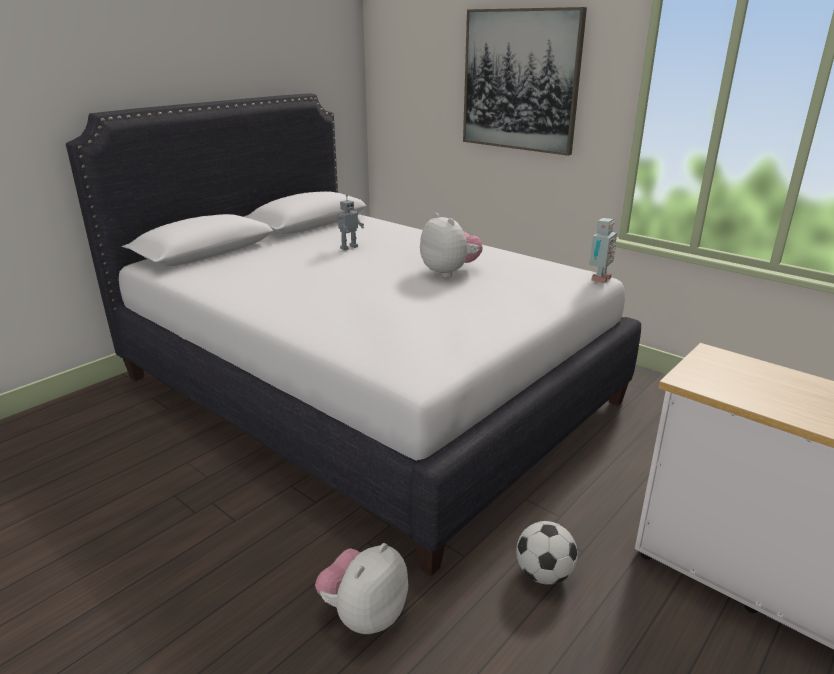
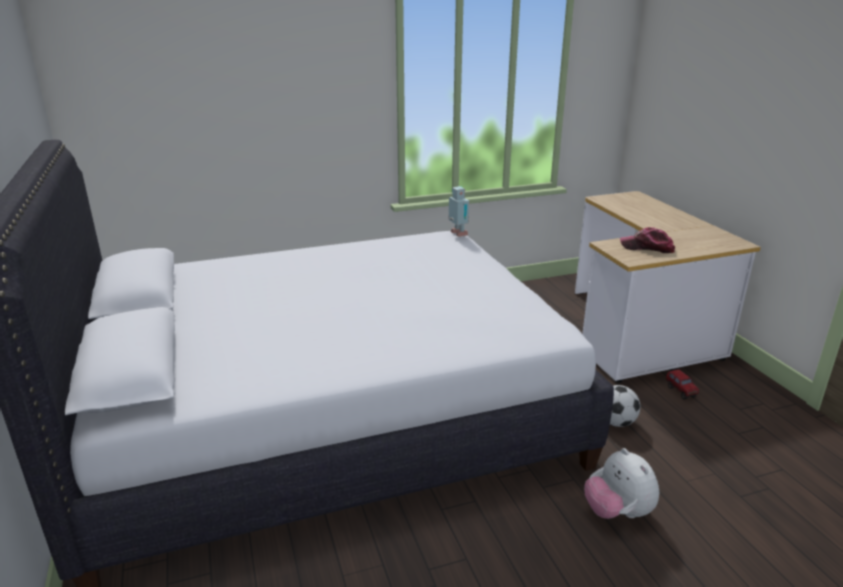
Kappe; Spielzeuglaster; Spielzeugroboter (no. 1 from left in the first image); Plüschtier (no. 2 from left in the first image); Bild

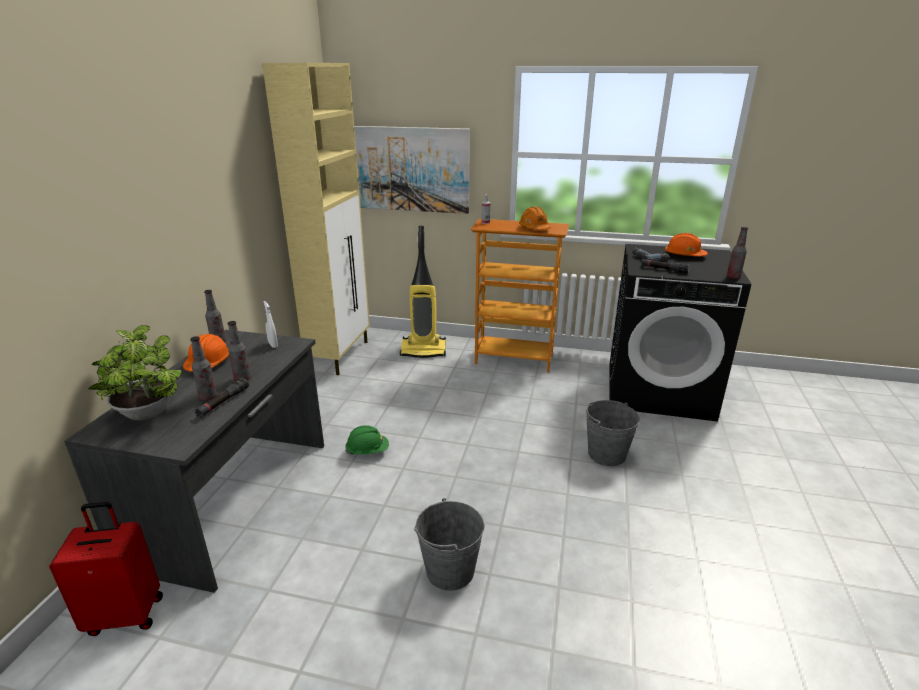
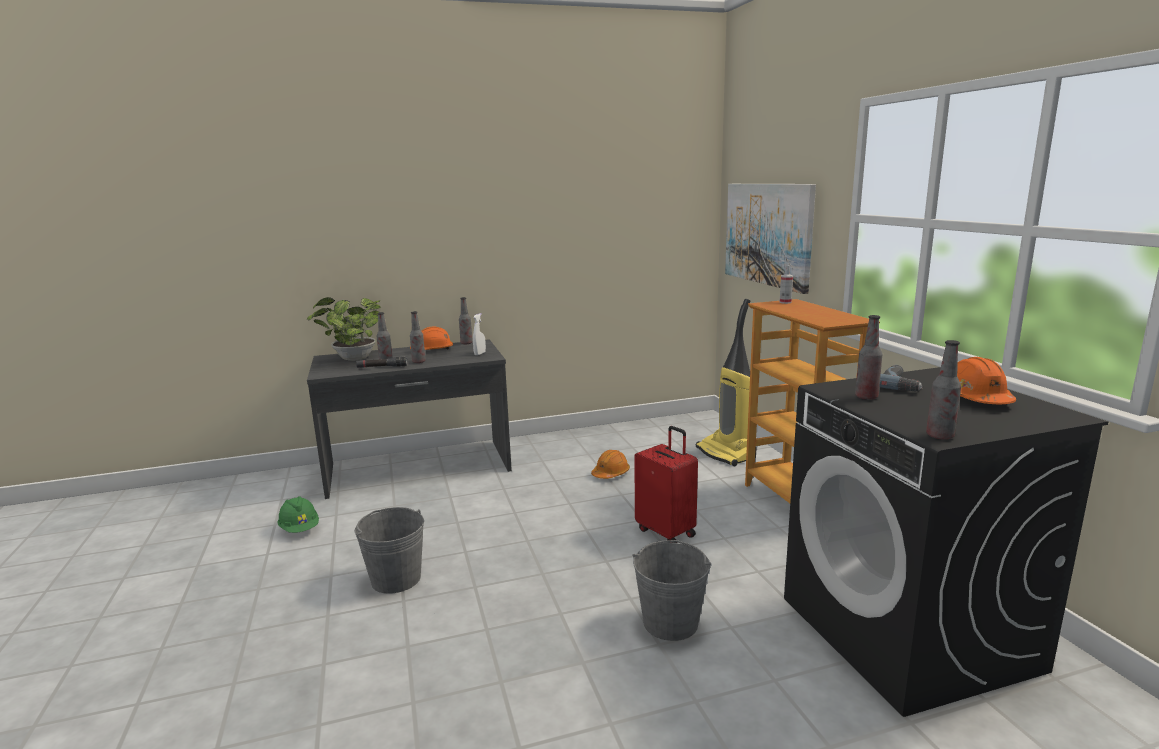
Schutzhelm [grün]; Schutzhelm [orange] (no. 2 from left); Koffer [rot]; Flasche (no. 4 from left); Schrank [beige]

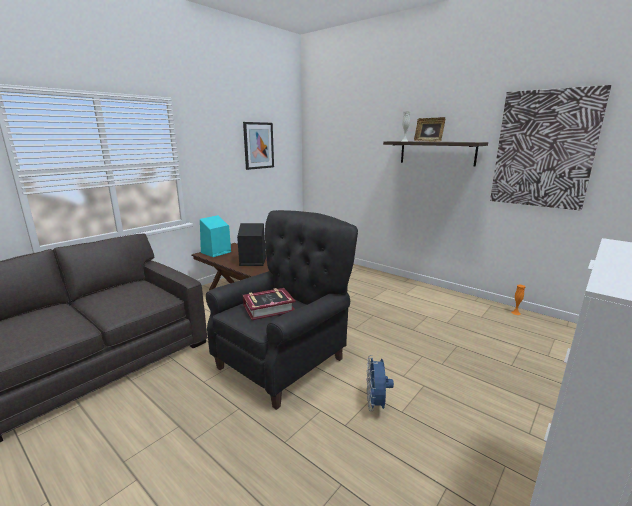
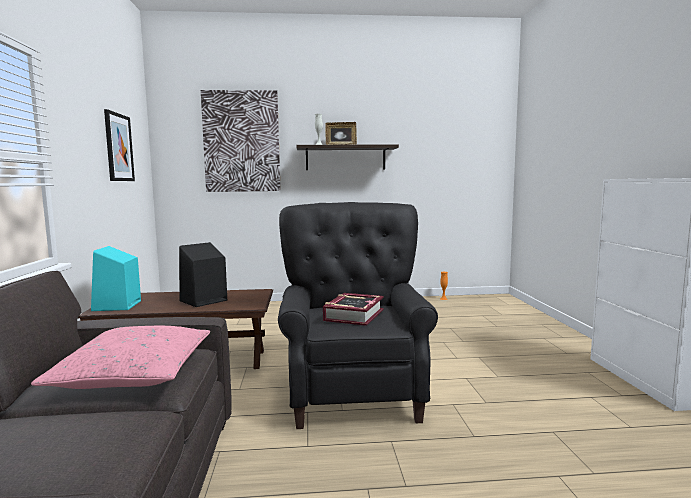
Kissen [rosa]; Bild (no. 2 from left); Ventilator [blau]

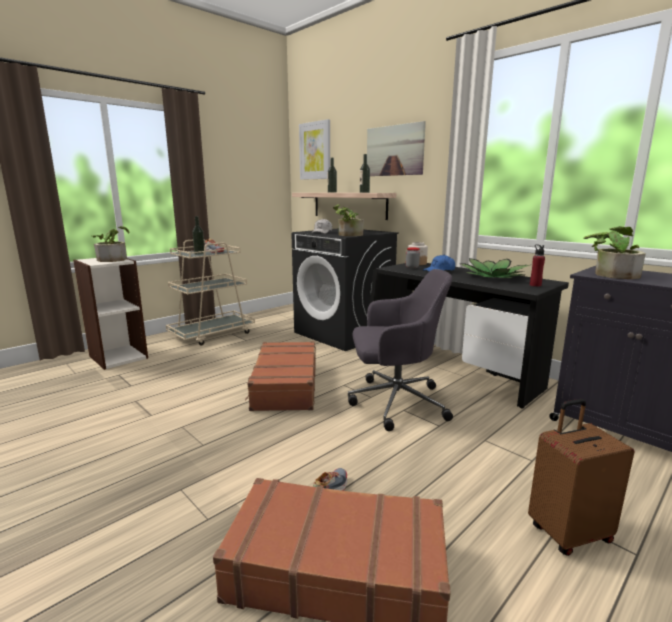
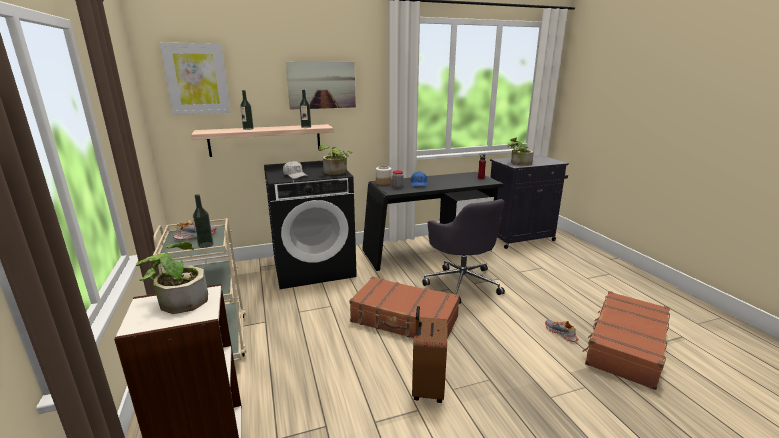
Koffer [braun] (no. 2 from left); Bürostuhl [grau]; Topfpflanze (no. 3 from left in the first image)

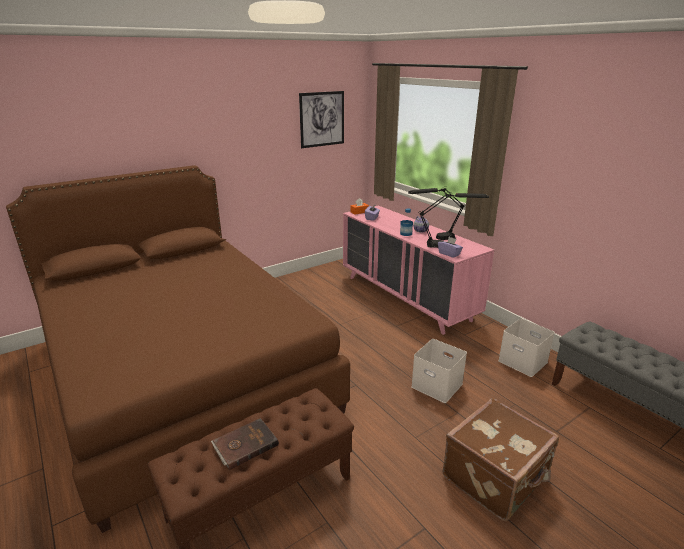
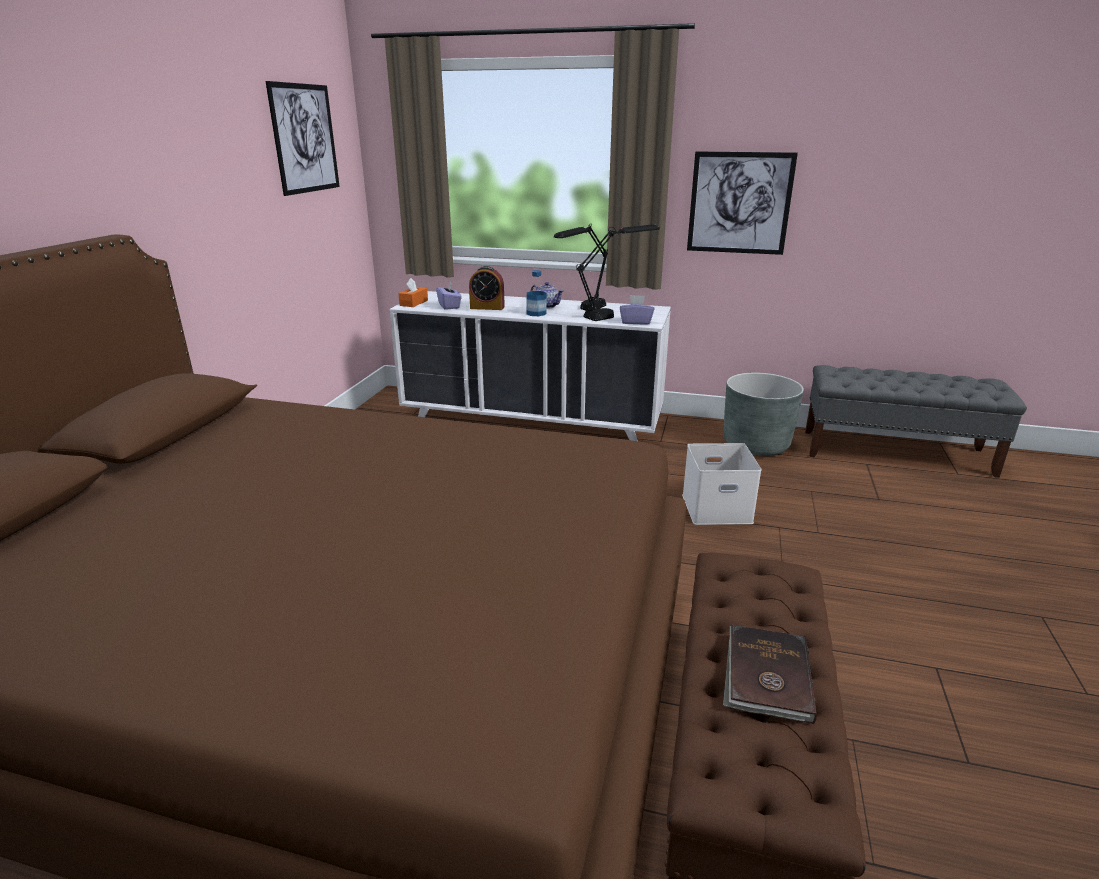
Kommode [weiß]; Wecker; Bild (no. 2 from left); Pflanzkübel [grau]; Koffer [braun]

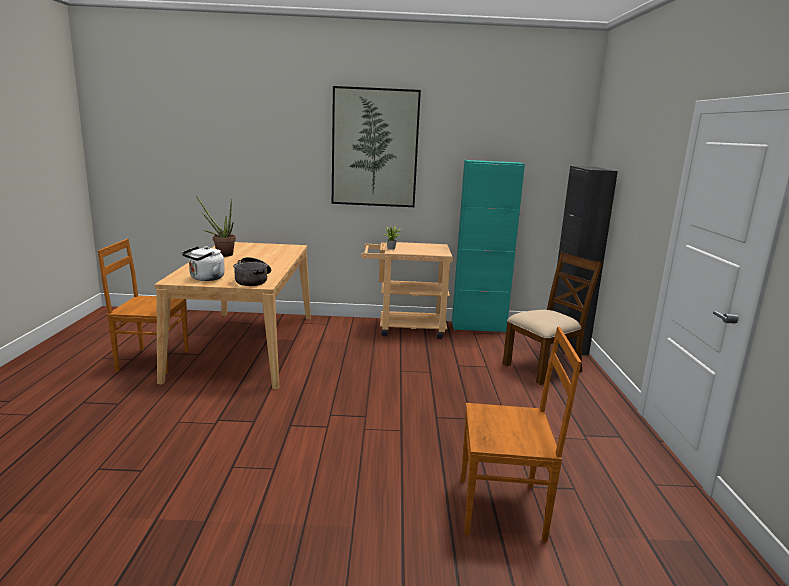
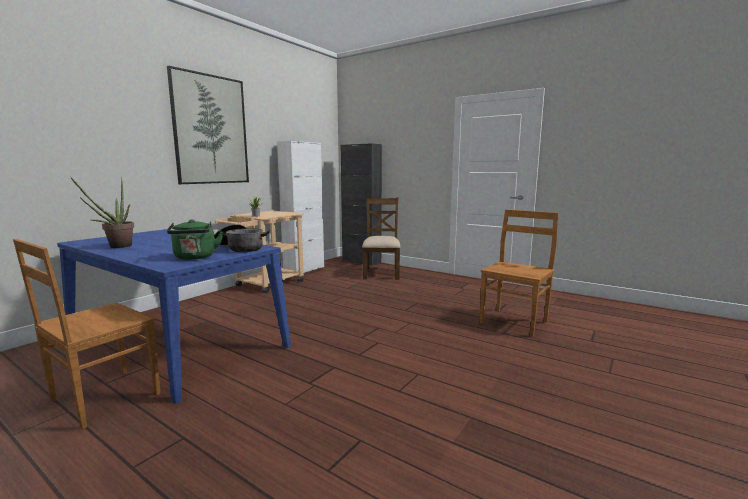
Esstisch [blau]; Wasserkessel [grün]; Schrank [weiß]

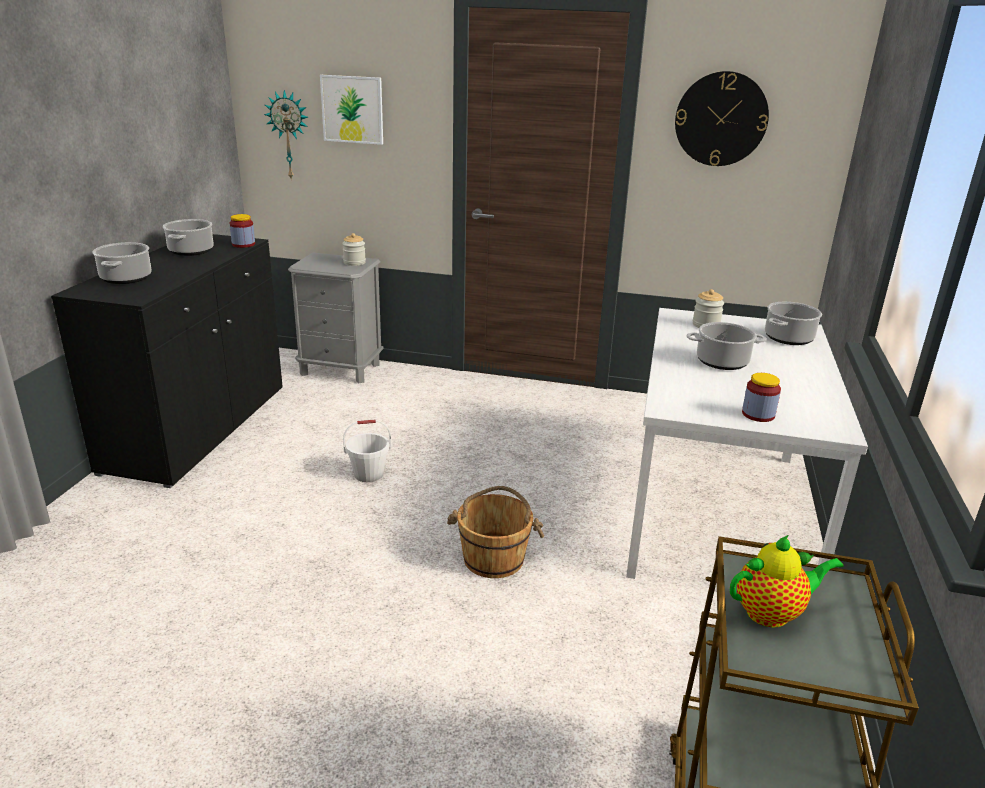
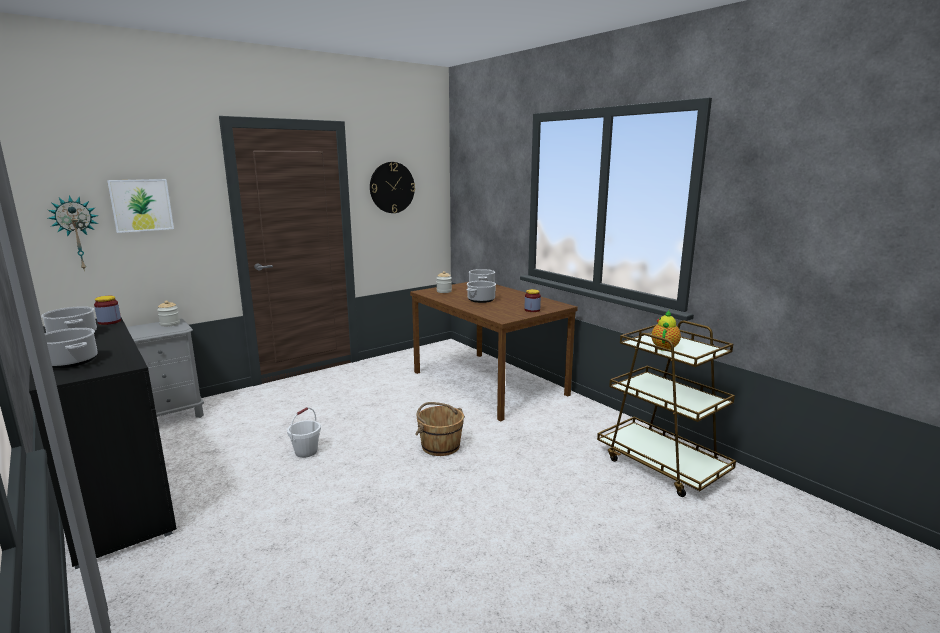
Esstisch [braun]

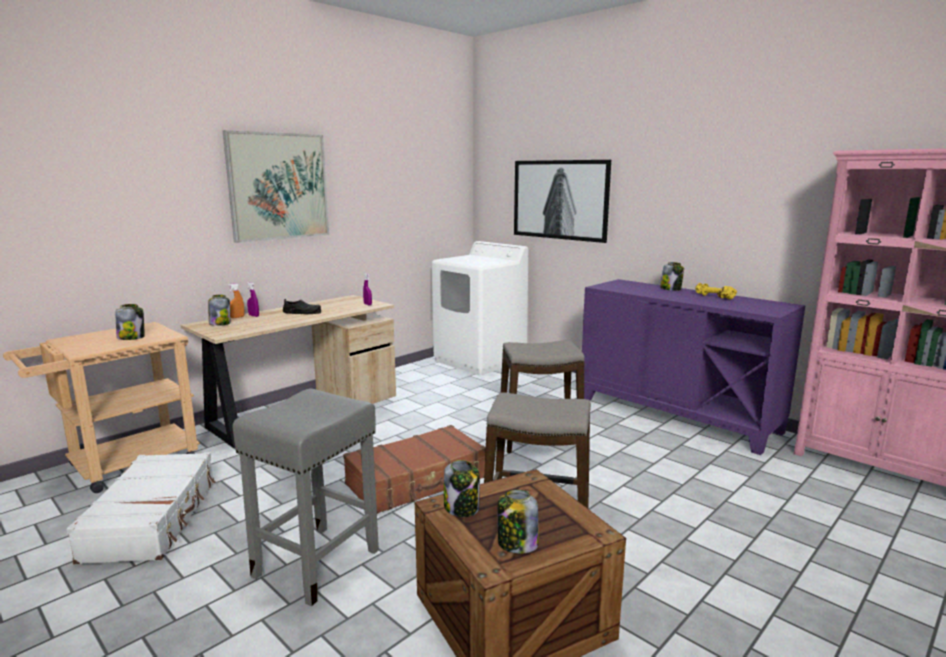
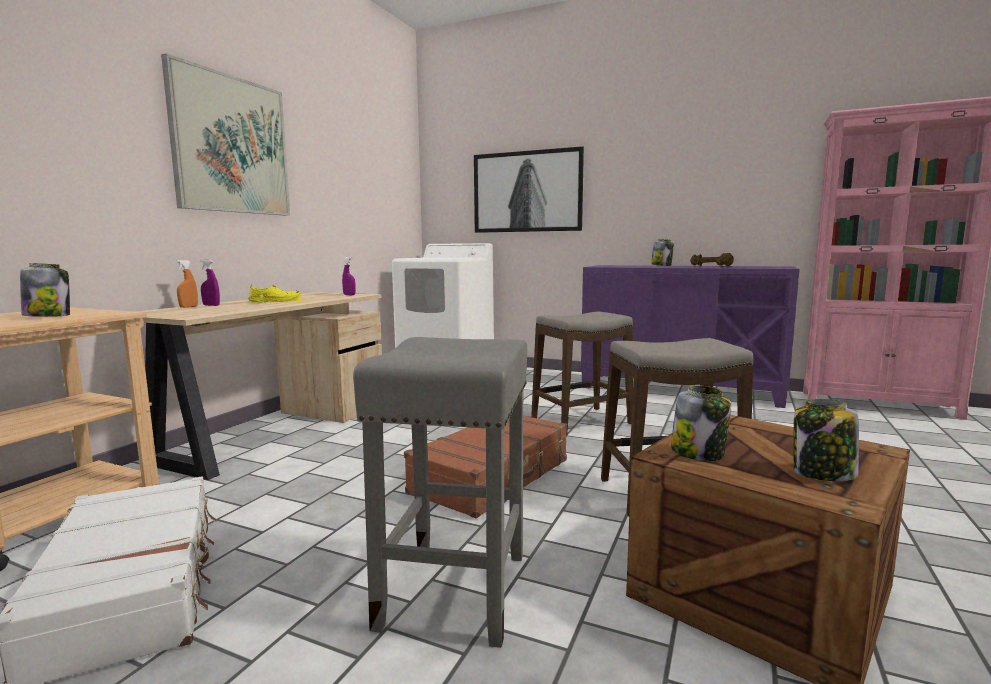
Schuh [gelb]; Hantel [braun]; Vorratsglas (no. 2 from left in the first image)

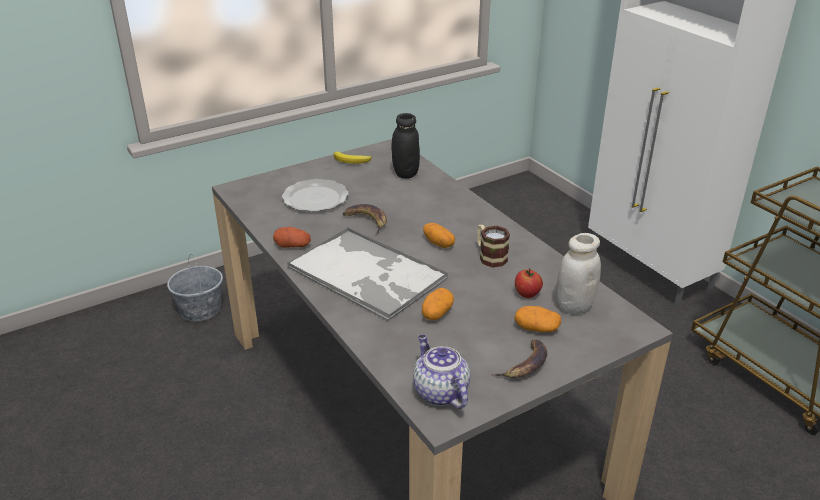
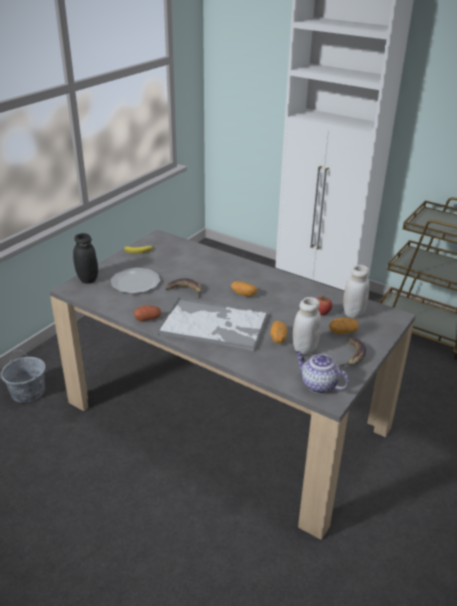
Vorratsglas [schwarz]; Vorratsglas [weiß] (no. 1 from left); Henkelbecher

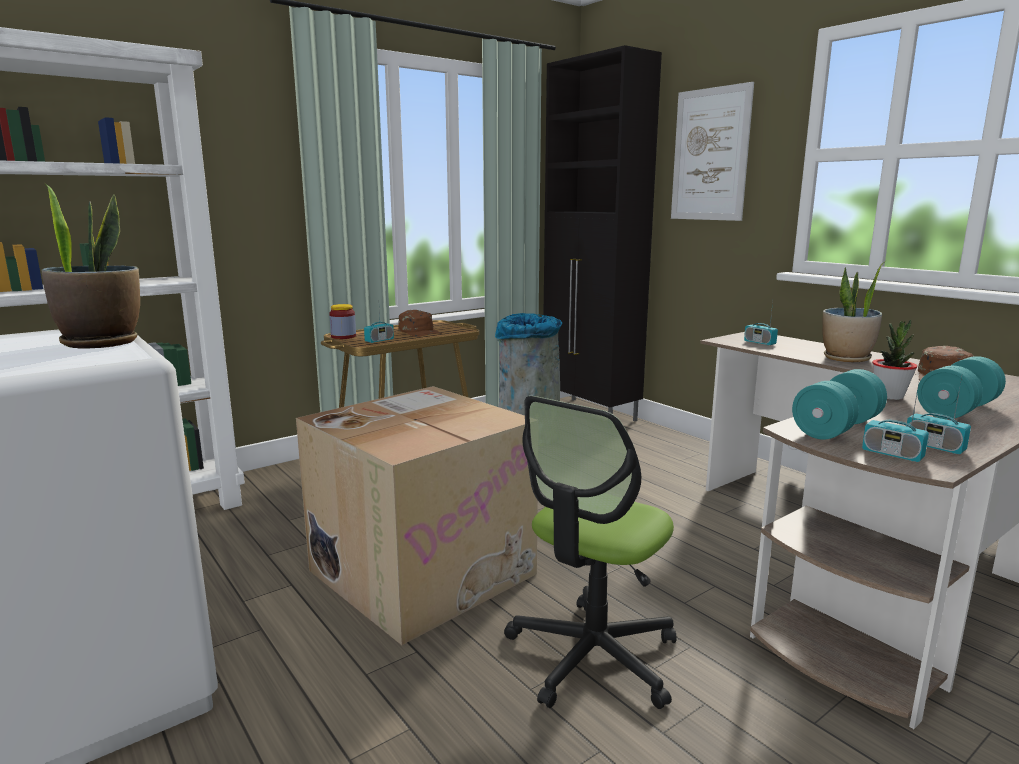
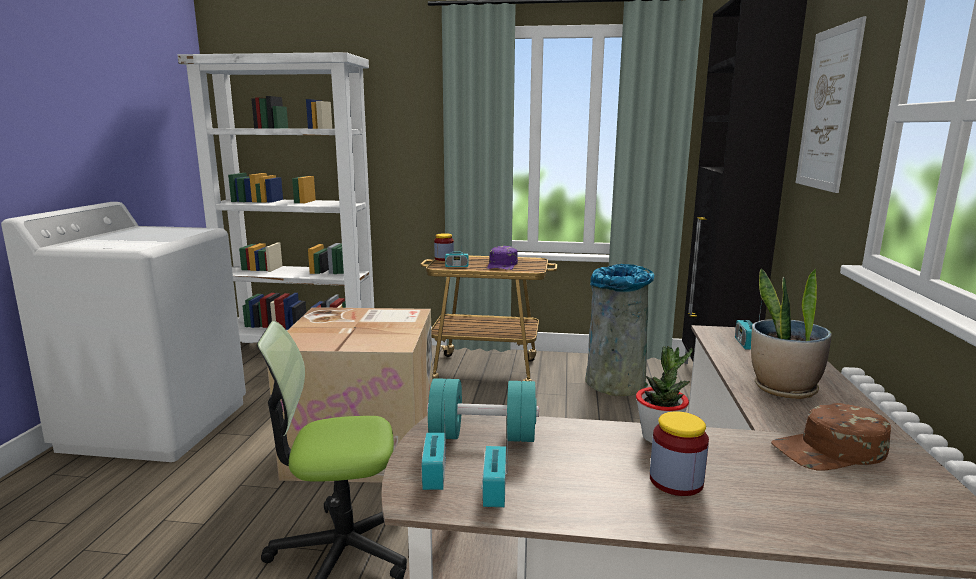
Kappe [lila]; Vorratsglas (no. 2 from left); Topfpflanze (no. 1 from left in the first image)

